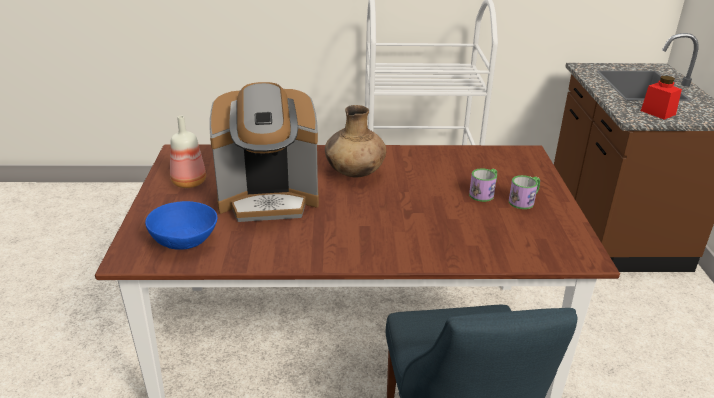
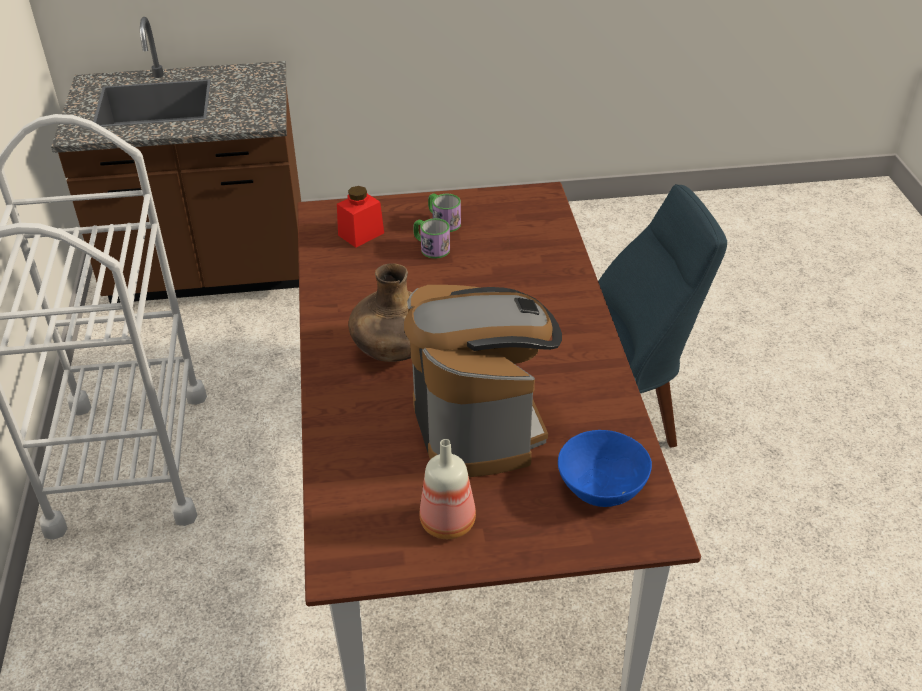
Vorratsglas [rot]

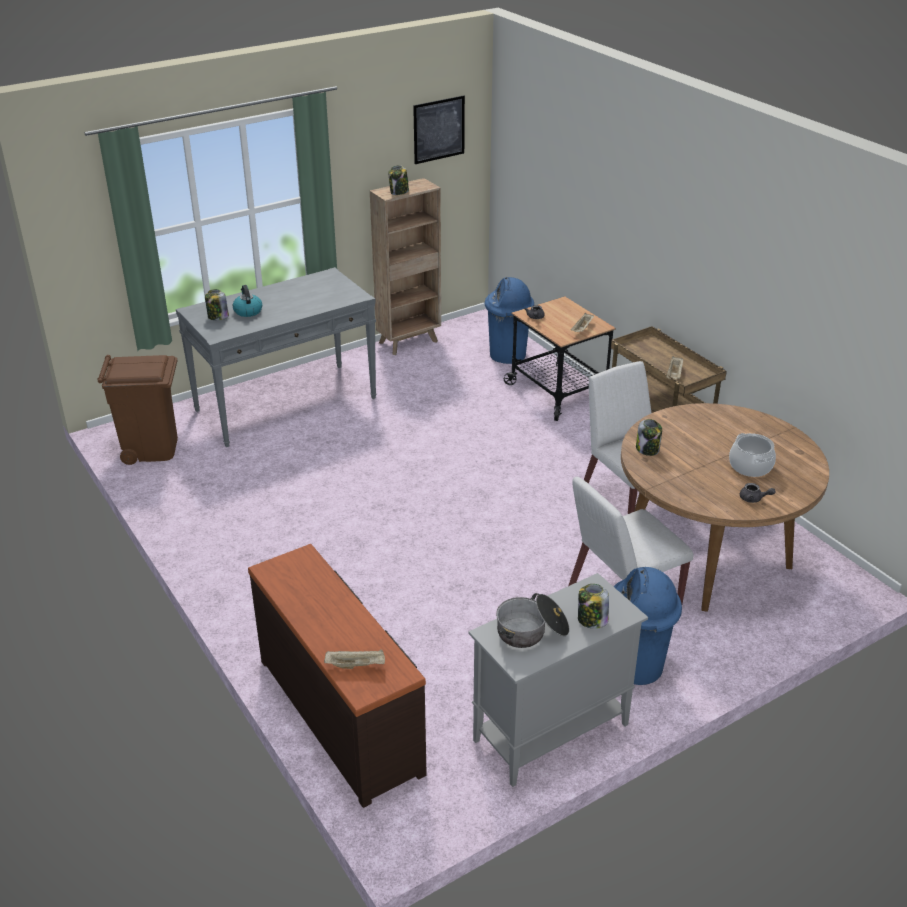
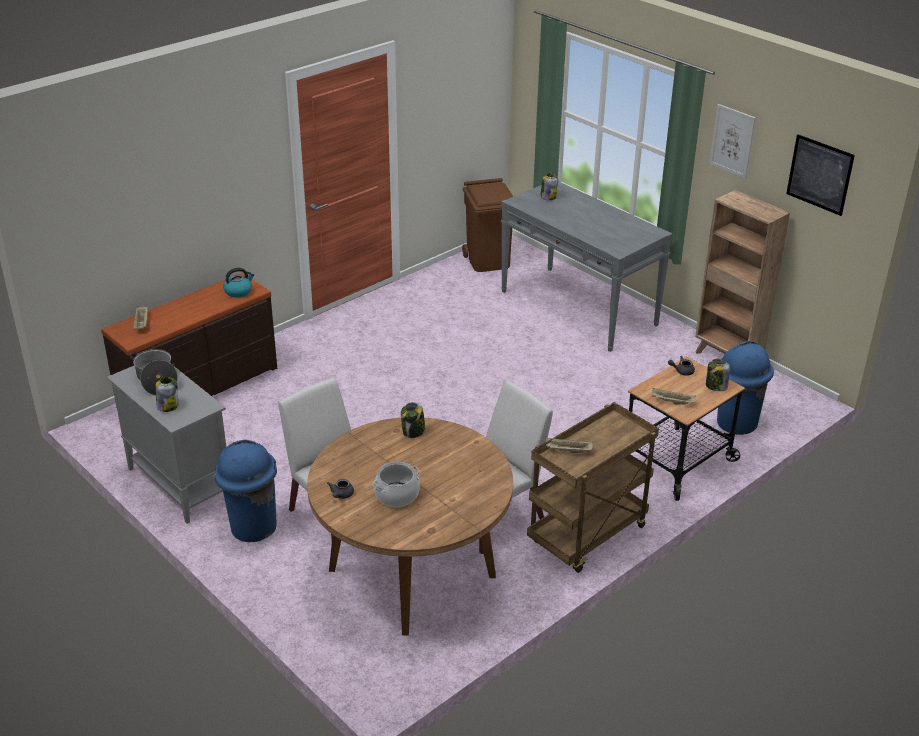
Wasserkessel; Vorratsglas (no. 4 from left); Bild (no. 1 from left)

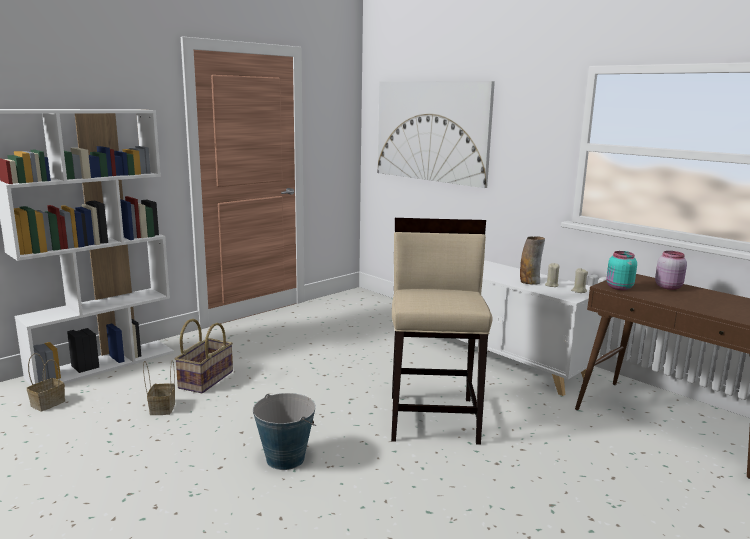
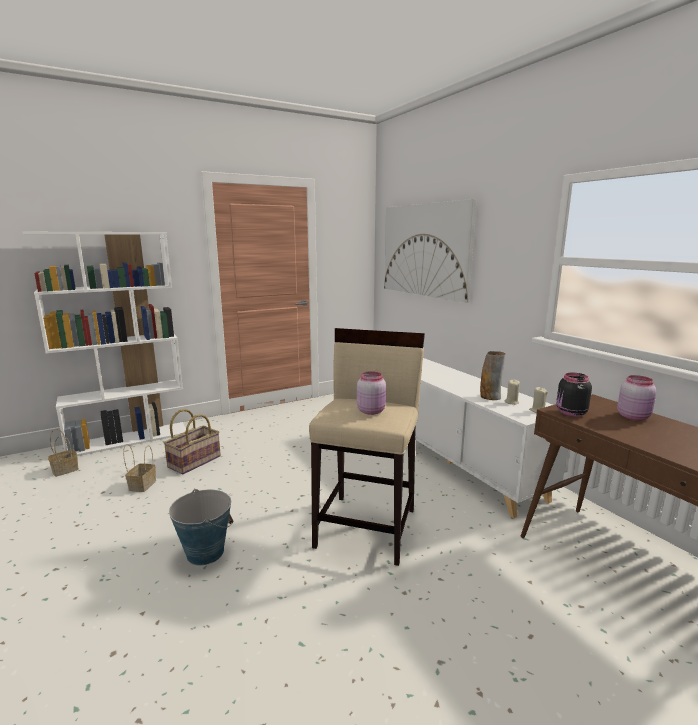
Vorratsglas [rosa] (no. 1 from left); Vorratsglas [schwarz]

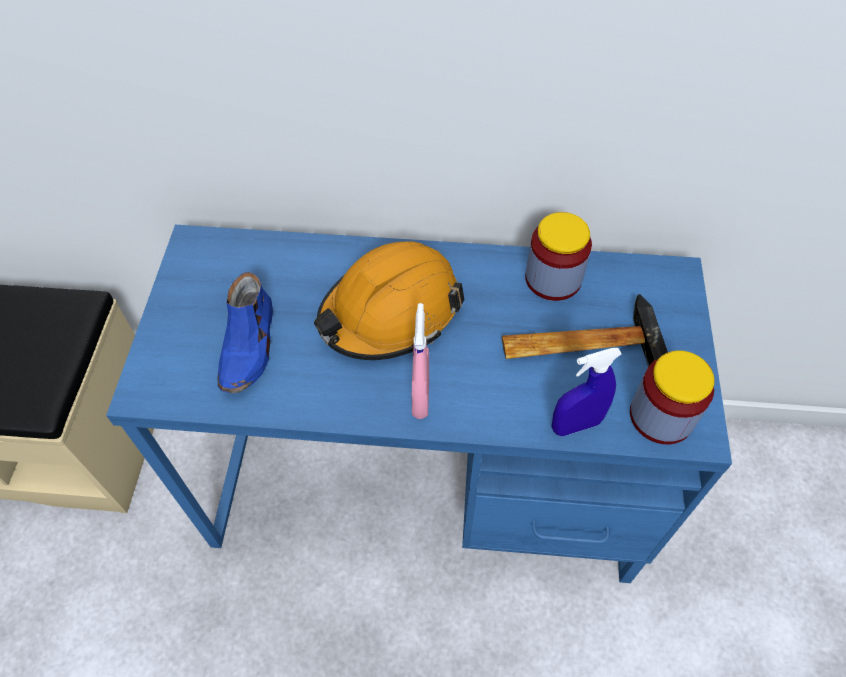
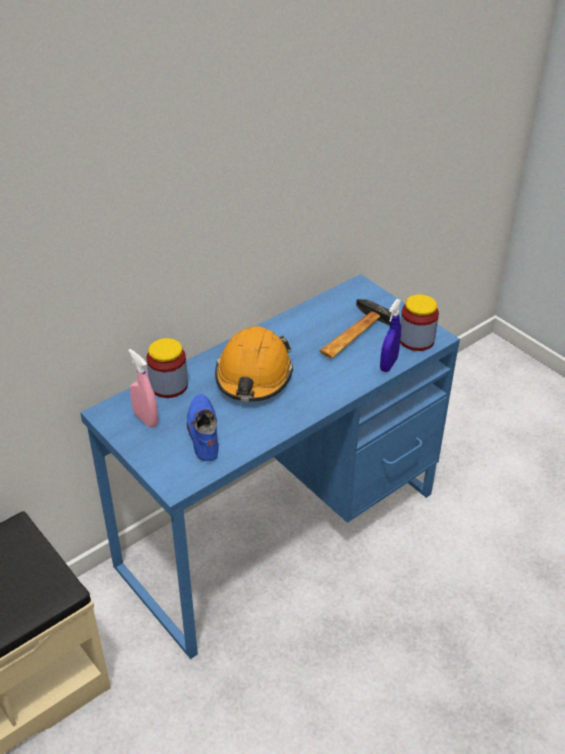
Sprühflasche [rosa]; Vorratsglas (no. 1 from left); Schuh [blau]

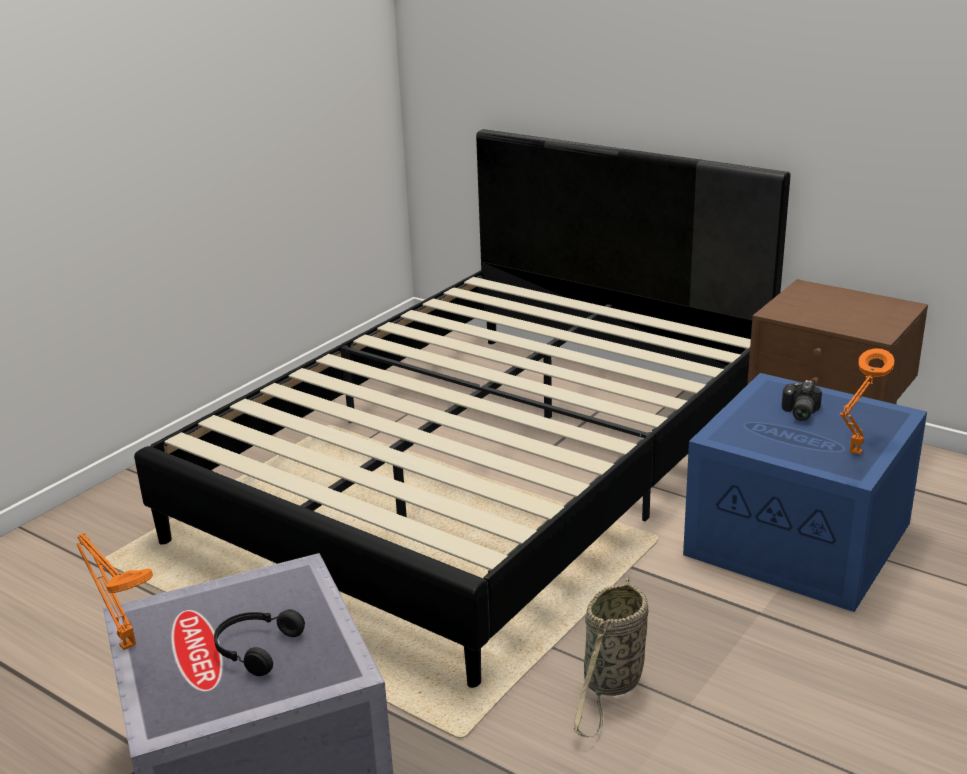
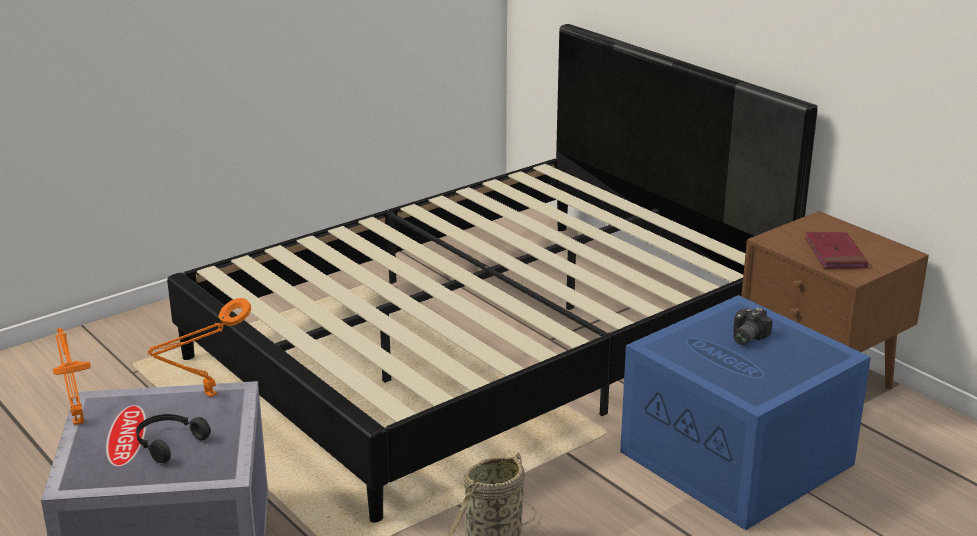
Tischlampe [orange] (no. 2 from left); Buch [rot]

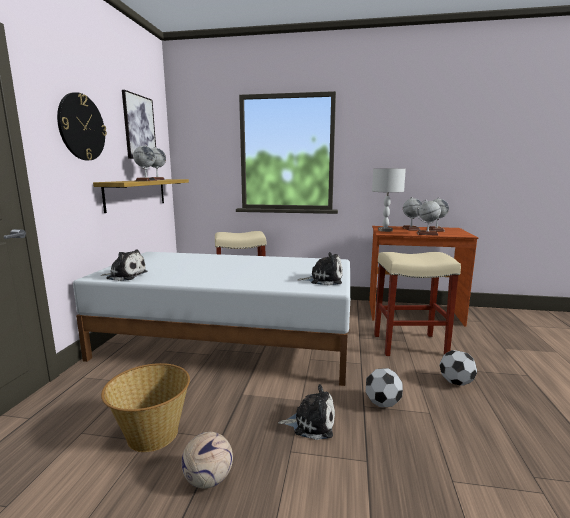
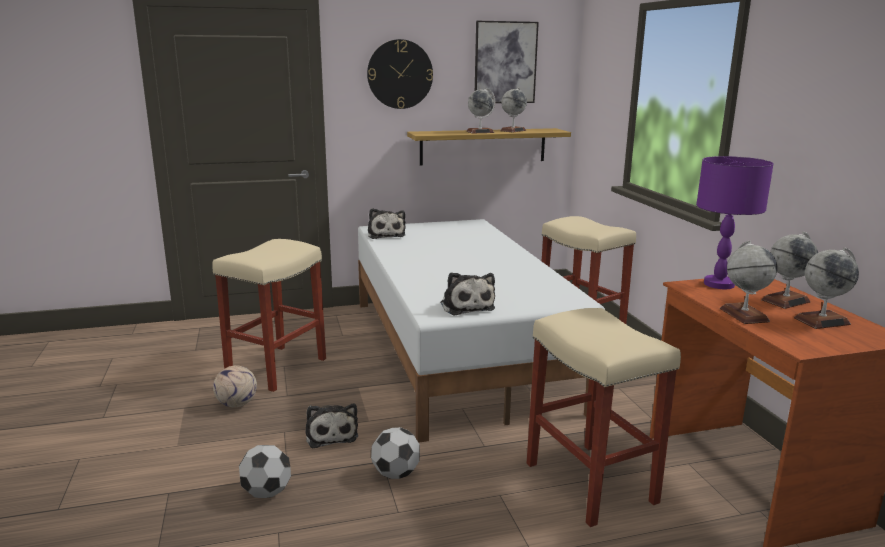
Hocker [beige] (no. 1 from left); Fußball (no. 2 from left); Tischlampe [lila]

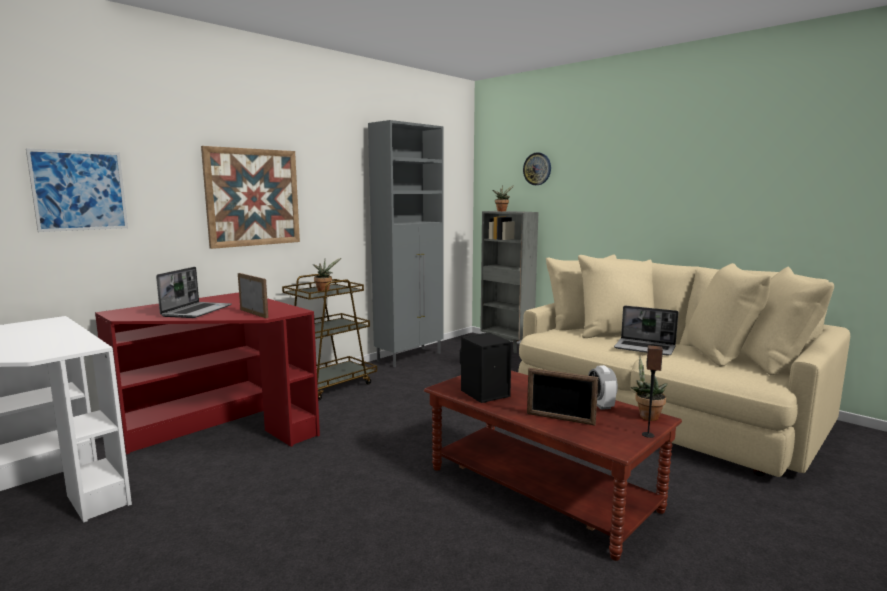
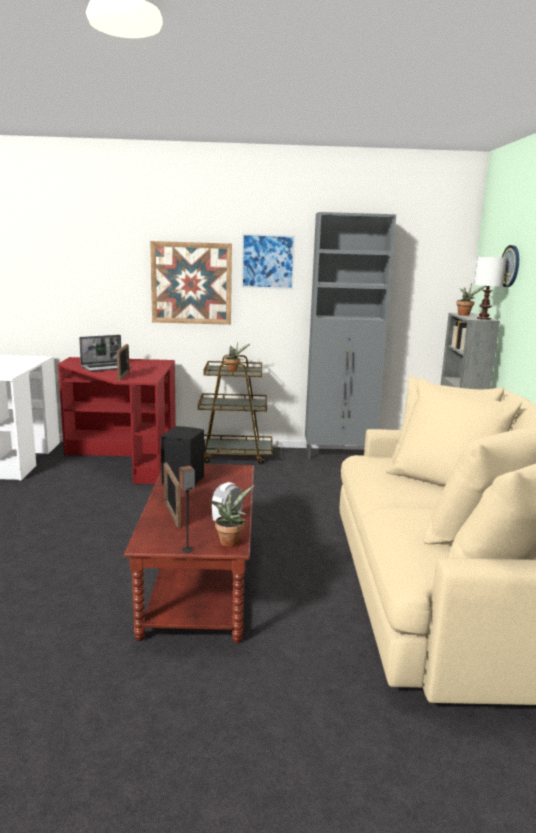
Bild (no. 2 from left); Tischlampe [weiß]; Laptop (no. 2 from left in the first image)

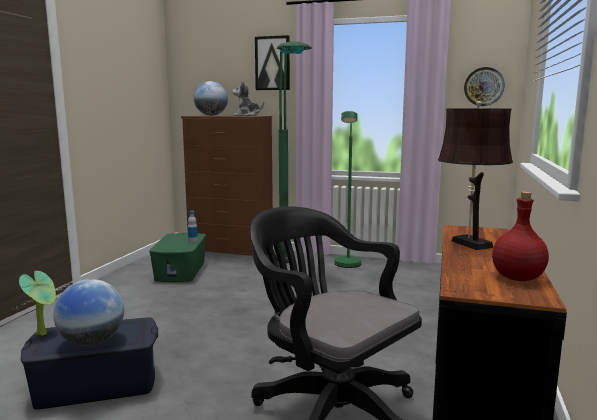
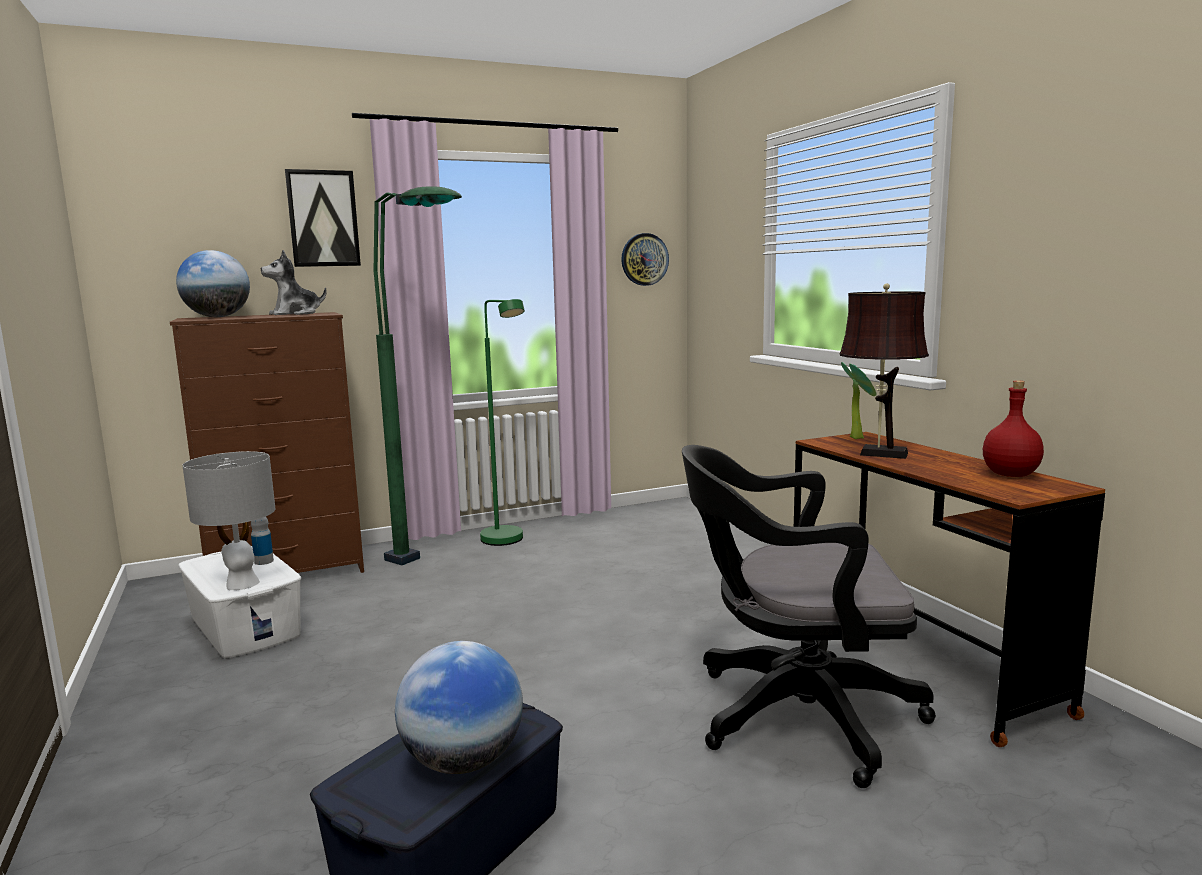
Aufbewahrungsbox [weiß]; Tischlampe [grau]; Topfpflanze

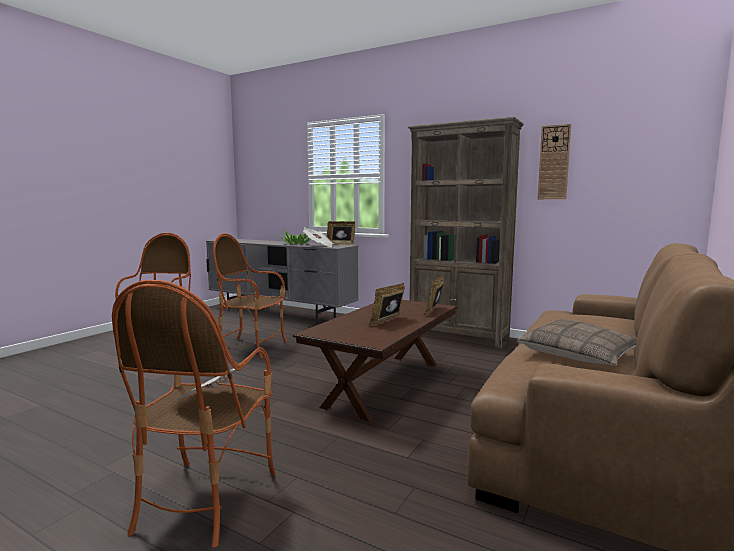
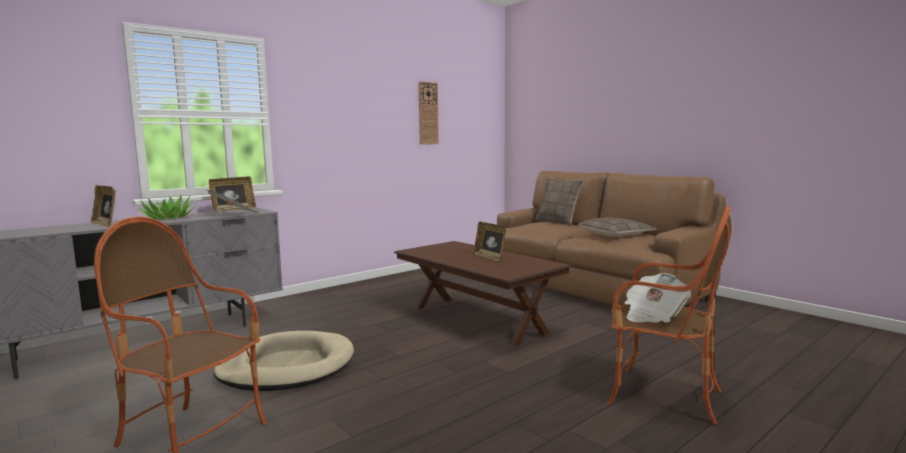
Bilderrahmen (no. 1 from left); Hundebett [beige]; Kissen (no. 1 from left); Bücherregal [braun]

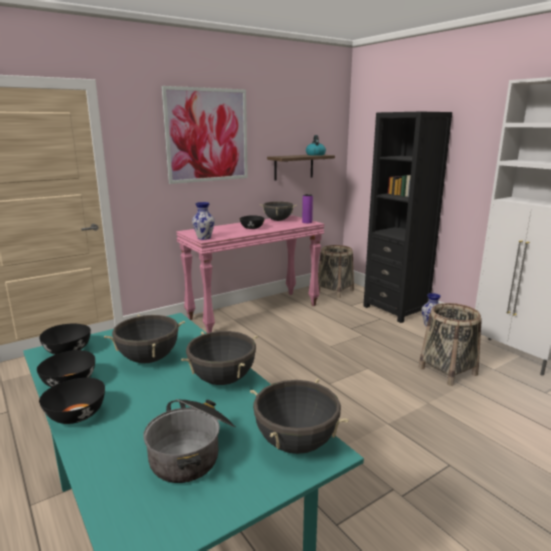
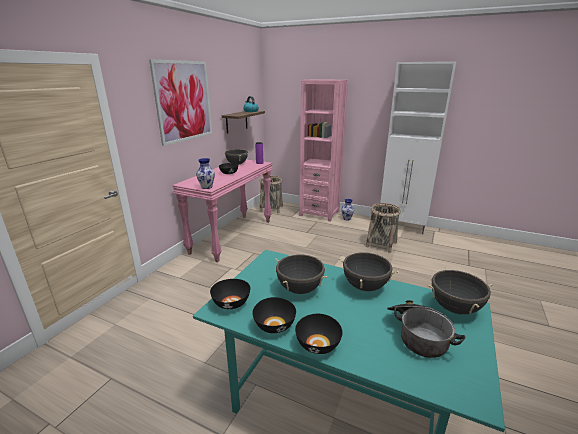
Bücherregal [rosa]

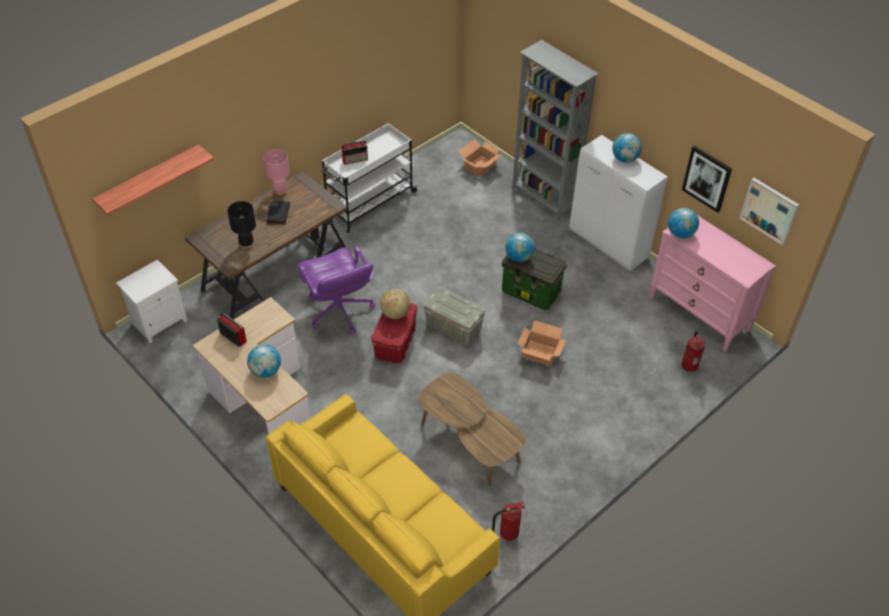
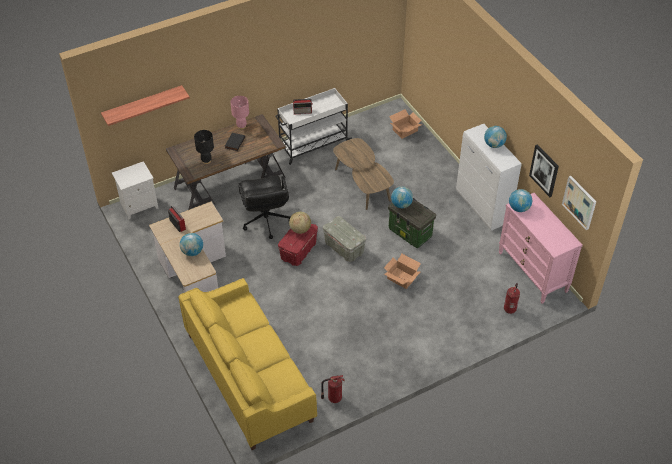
Bürostuhl [schwarz]; Couchtisch [braun]; Bücherregal [grau]

